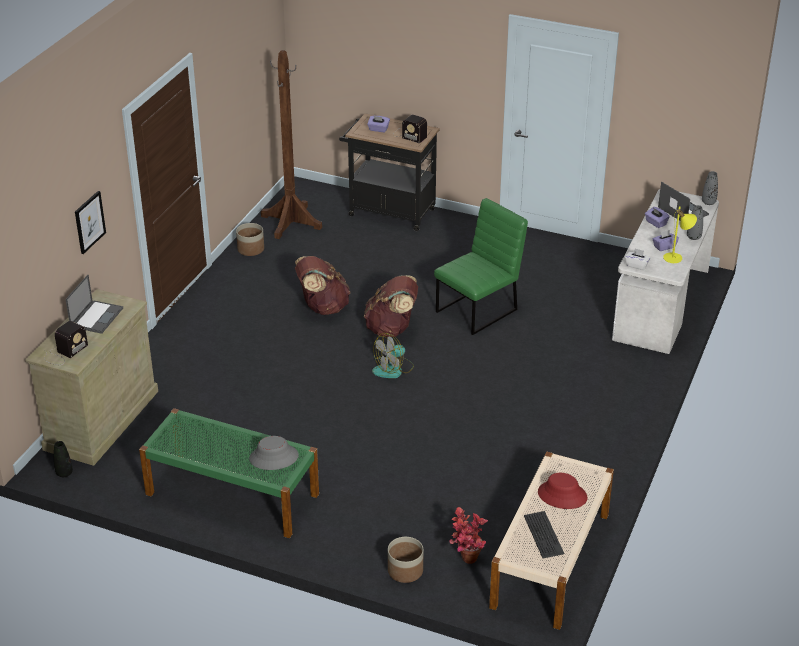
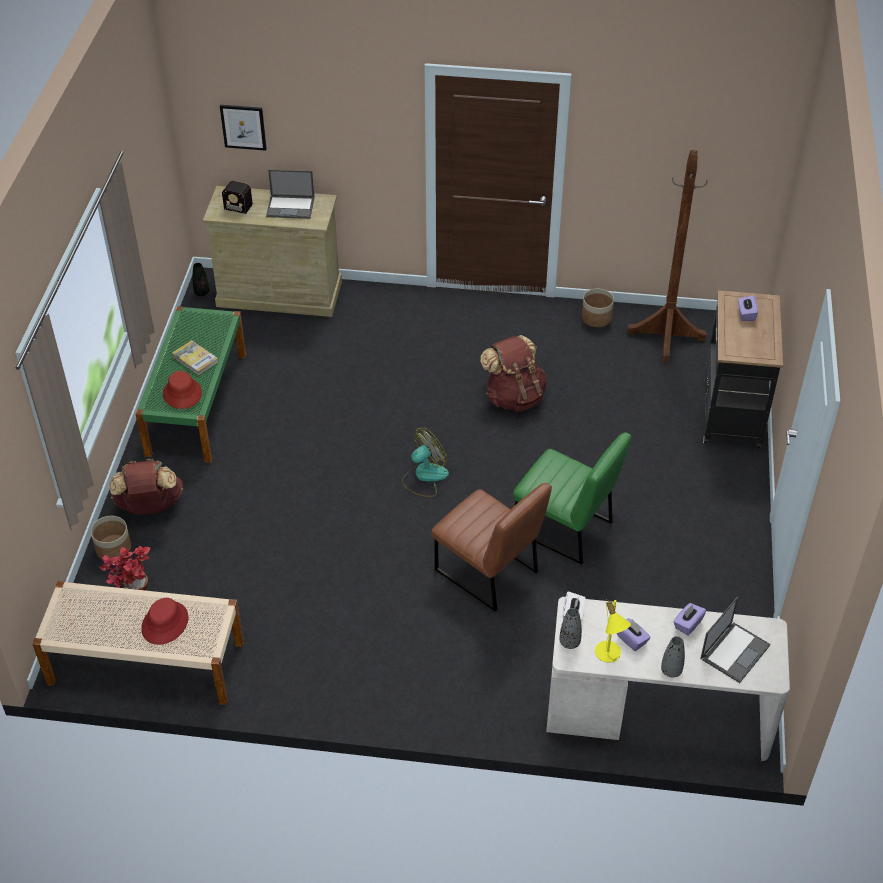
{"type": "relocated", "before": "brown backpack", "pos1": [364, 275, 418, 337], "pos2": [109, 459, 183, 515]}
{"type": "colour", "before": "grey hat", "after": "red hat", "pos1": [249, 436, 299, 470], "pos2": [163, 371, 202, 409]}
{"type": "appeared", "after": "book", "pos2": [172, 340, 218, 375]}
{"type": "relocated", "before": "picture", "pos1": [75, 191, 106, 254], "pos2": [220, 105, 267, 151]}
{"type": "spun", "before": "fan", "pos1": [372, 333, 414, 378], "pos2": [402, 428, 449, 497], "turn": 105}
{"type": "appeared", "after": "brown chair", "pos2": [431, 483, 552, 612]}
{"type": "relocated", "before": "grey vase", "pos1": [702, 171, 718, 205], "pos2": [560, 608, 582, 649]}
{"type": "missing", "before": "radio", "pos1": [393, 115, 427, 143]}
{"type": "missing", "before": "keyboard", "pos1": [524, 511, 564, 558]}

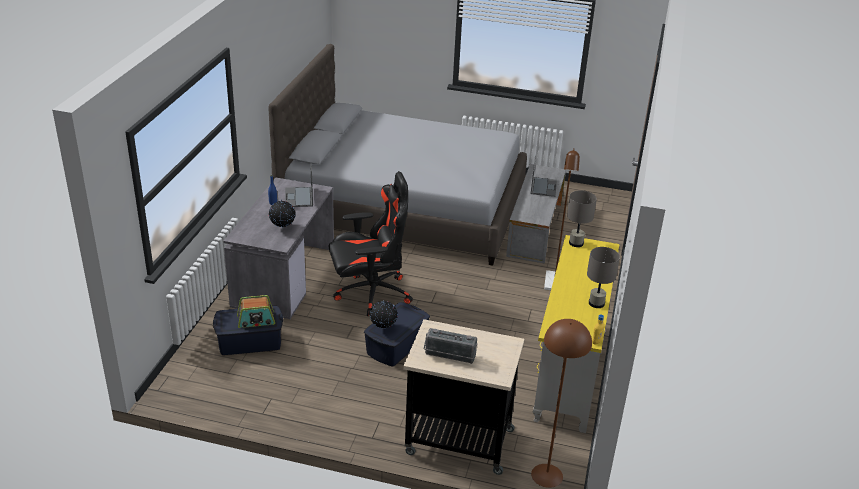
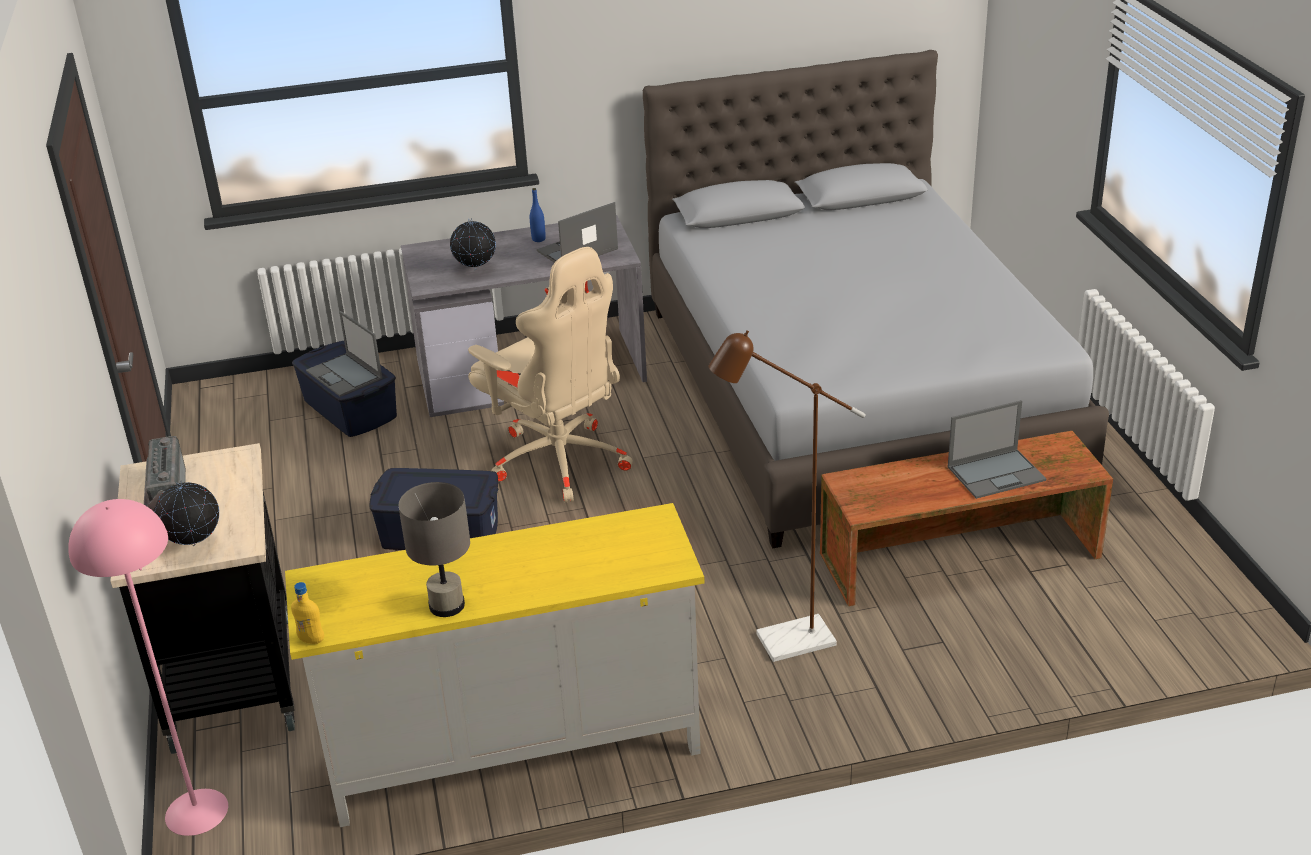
{"type": "colour", "before": "brown floor lamp", "after": "pink floor lamp", "pos1": [531, 319, 592, 488], "pos2": [68, 499, 228, 836]}
{"type": "relocated", "before": "globe", "pos1": [370, 300, 397, 328], "pos2": [154, 481, 219, 546]}
{"type": "exchanged", "before": "radio", "after": "laptop", "pos1": [237, 295, 275, 328], "pos2": [306, 311, 382, 397]}
{"type": "colour", "before": "black office chair", "after": "beige office chair", "pos1": [329, 171, 413, 316], "pos2": [468, 247, 633, 502]}
{"type": "colour", "before": "grey bench", "after": "brown bench", "pos1": [506, 164, 566, 264], "pos2": [820, 431, 1113, 606]}
{"type": "missing", "before": "grey table lamp", "pos1": [567, 190, 597, 247]}

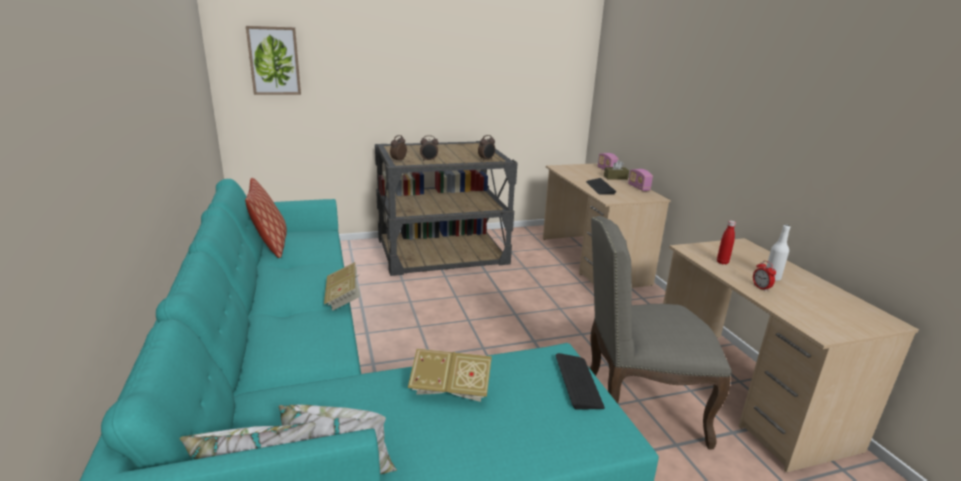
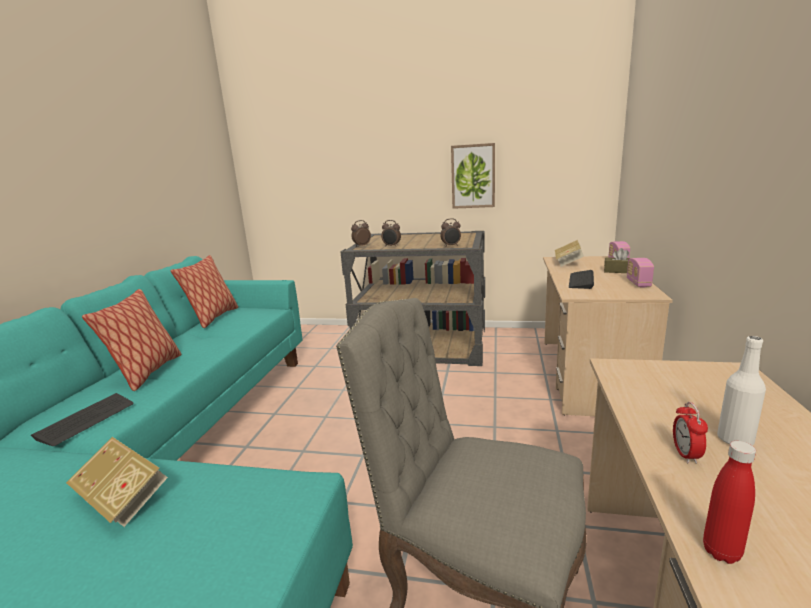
{"type": "relocated", "before": "keyboard", "pos1": [555, 353, 605, 410], "pos2": [31, 393, 134, 446]}
{"type": "appeared", "after": "pillow", "pos2": [82, 289, 182, 391]}
{"type": "relocated", "before": "picture", "pos1": [246, 26, 301, 95], "pos2": [451, 143, 495, 209]}
{"type": "relocated", "before": "book", "pos1": [324, 262, 361, 311], "pos2": [555, 240, 584, 267]}
{"type": "relocated", "before": "red bottle", "pos1": [717, 221, 736, 265], "pos2": [703, 441, 756, 564]}

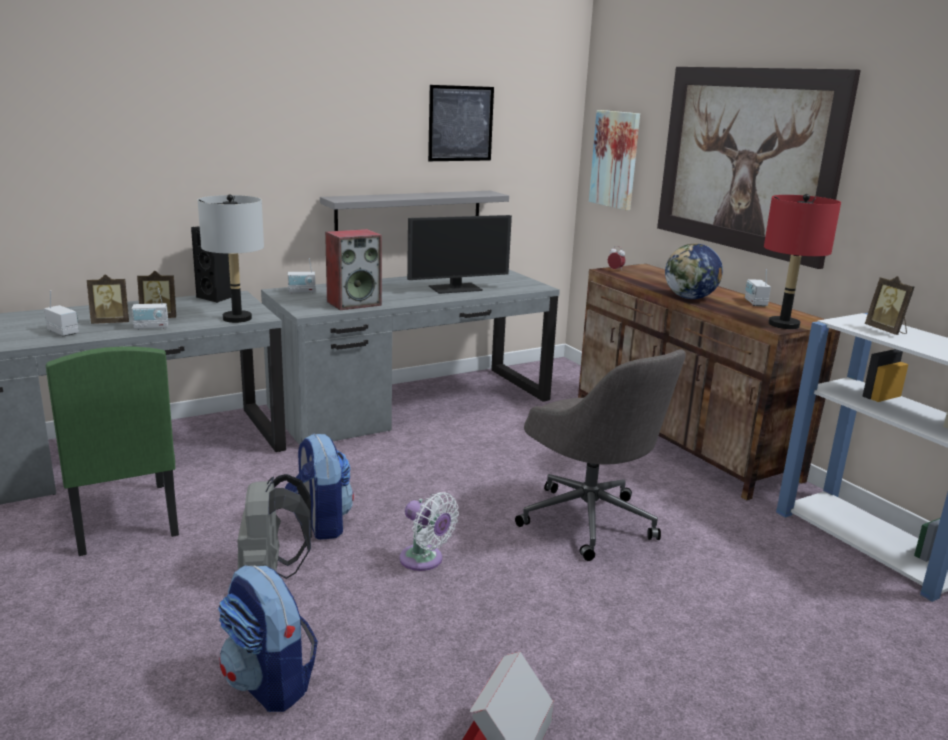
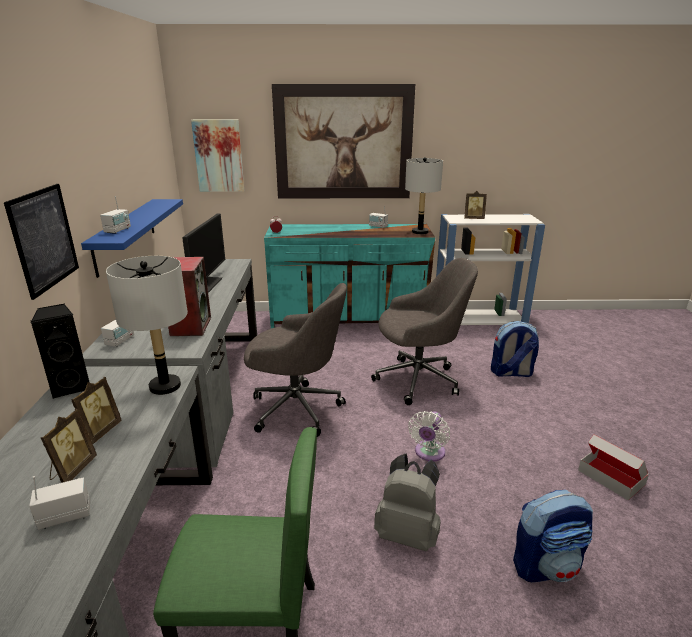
{"type": "relocated", "before": "picture", "pos1": [428, 85, 494, 161], "pos2": [4, 184, 79, 300]}
{"type": "colour", "before": "grey shelf", "after": "blue shelf", "pos1": [320, 191, 509, 231], "pos2": [81, 199, 183, 278]}
{"type": "relocated", "before": "radio", "pos1": [132, 288, 169, 330], "pos2": [100, 196, 131, 234]}
{"type": "appeared", "after": "grey office chair", "pos2": [244, 283, 347, 437]}
{"type": "colour", "before": "brown cabinet", "after": "turquoise cabinet", "pos1": [578, 264, 841, 500], "pos2": [264, 224, 435, 328]}
{"type": "colour", "before": "red table lamp", "after": "grey table lamp", "pos1": [764, 194, 841, 329], "pos2": [405, 157, 443, 234]}
{"type": "spun", "before": "white fan", "pos1": [399, 492, 459, 571], "pos2": [408, 411, 450, 461], "turn": 135}
{"type": "relocated", "before": "backpack", "pos1": [285, 433, 354, 540], "pos2": [491, 321, 539, 377]}
{"type": "missing", "before": "globe", "pos1": [665, 243, 723, 299]}

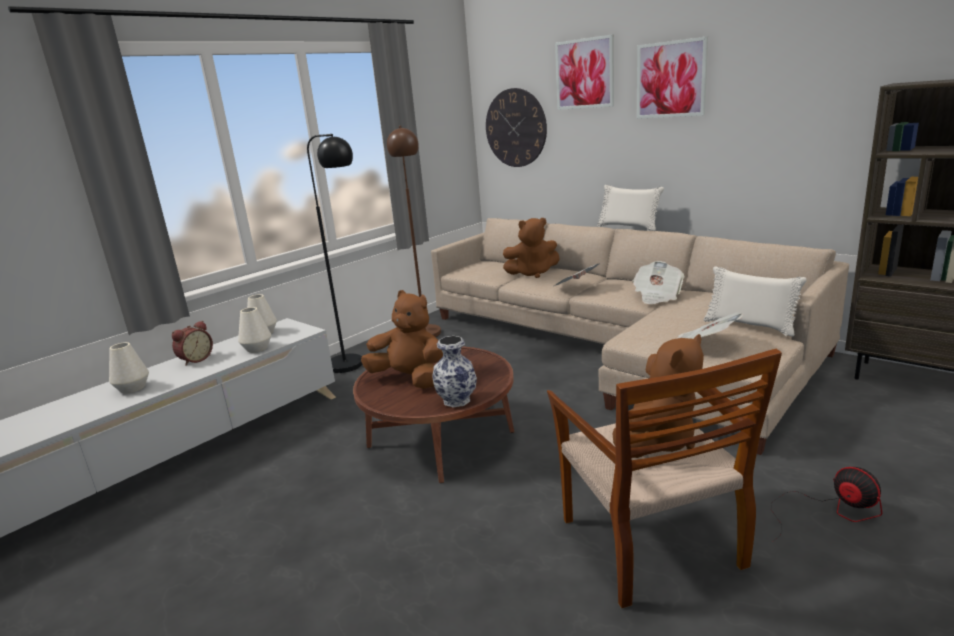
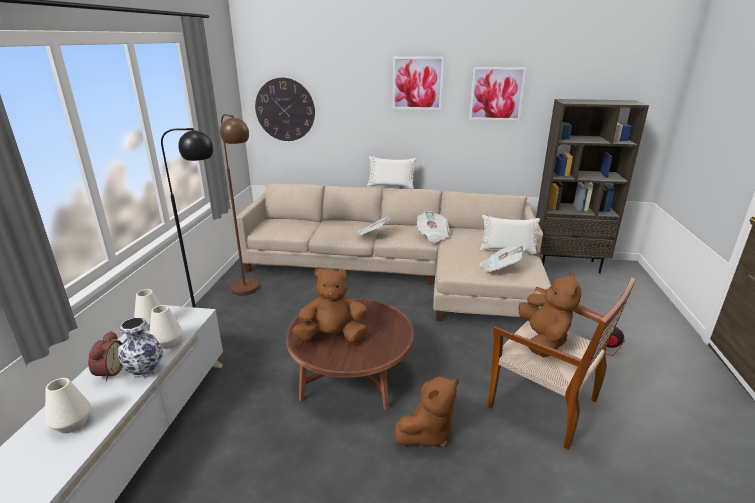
{"type": "relocated", "before": "vase", "pos1": [432, 336, 477, 407], "pos2": [118, 318, 163, 379]}
{"type": "relocated", "before": "brown plush toy", "pos1": [503, 218, 560, 278], "pos2": [394, 376, 459, 447]}
{"type": "relocated", "before": "picture", "pos1": [555, 34, 614, 110], "pos2": [469, 67, 526, 121]}

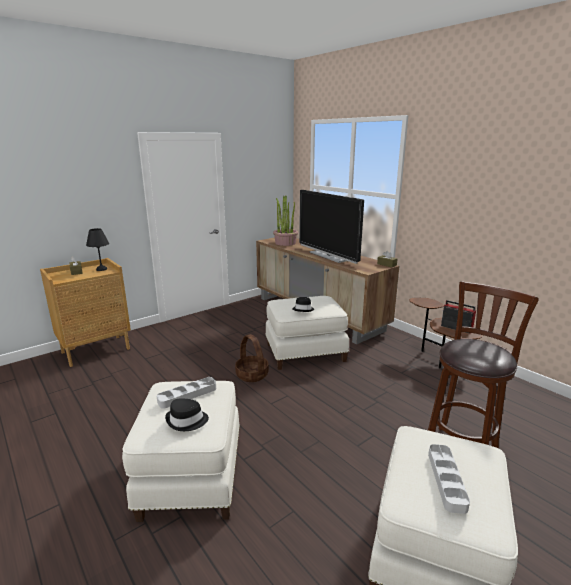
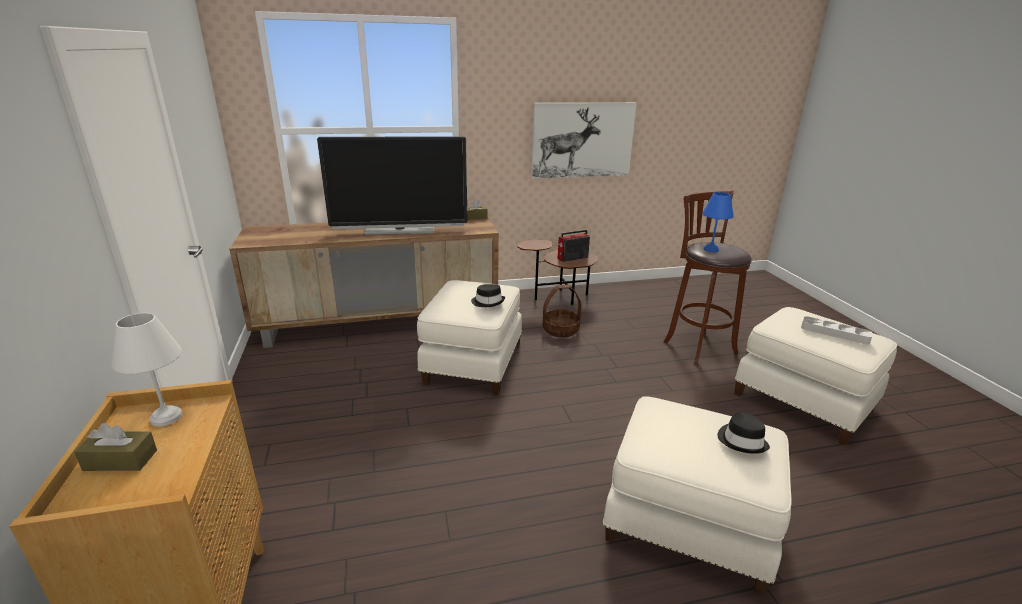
{"type": "colour", "before": "black table lamp", "after": "white table lamp", "pos1": [86, 228, 109, 271], "pos2": [111, 313, 183, 426]}
{"type": "appeared", "after": "picture", "pos2": [531, 103, 637, 179]}
{"type": "relocated", "before": "basket", "pos1": [235, 334, 269, 382], "pos2": [542, 284, 581, 338]}
{"type": "appeared", "after": "blue table lamp", "pos2": [702, 192, 734, 252]}
{"type": "missing", "before": "grey tray", "pos1": [157, 377, 216, 409]}
{"type": "missing", "before": "potted plant", "pos1": [273, 196, 298, 246]}

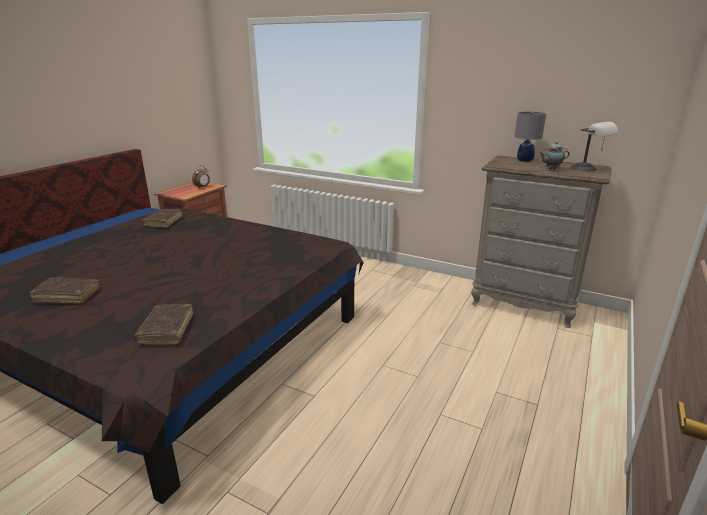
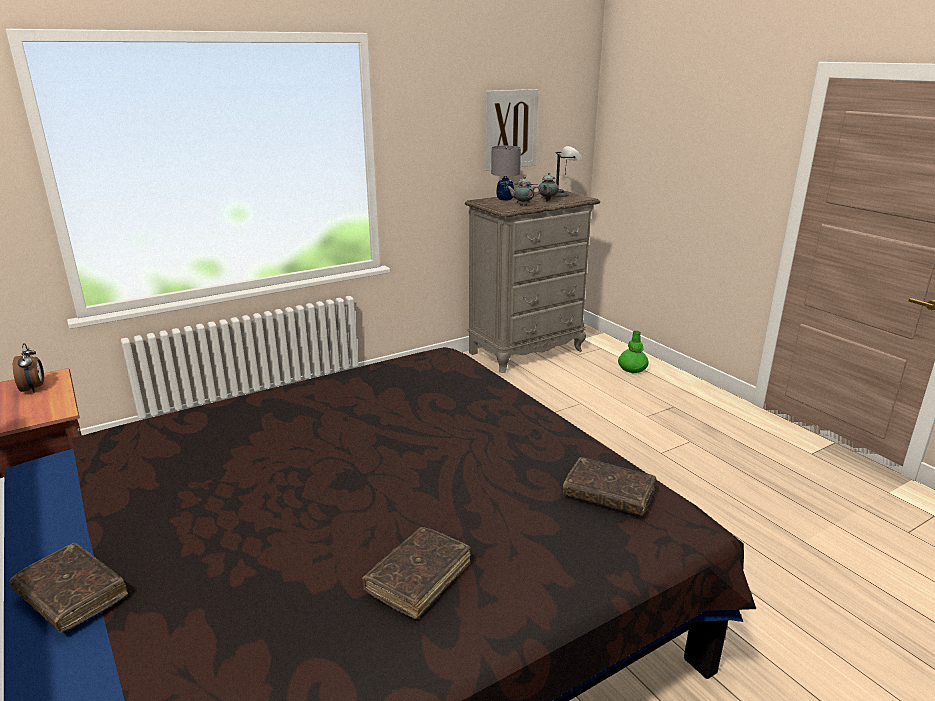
{"type": "relocated", "before": "brown book", "pos1": [142, 209, 182, 228], "pos2": [9, 543, 128, 633]}
{"type": "appeared", "after": "picture", "pos2": [485, 89, 539, 171]}
{"type": "appeared", "after": "teapot", "pos2": [506, 176, 541, 206]}
{"type": "appeared", "after": "green vase", "pos2": [618, 331, 649, 373]}

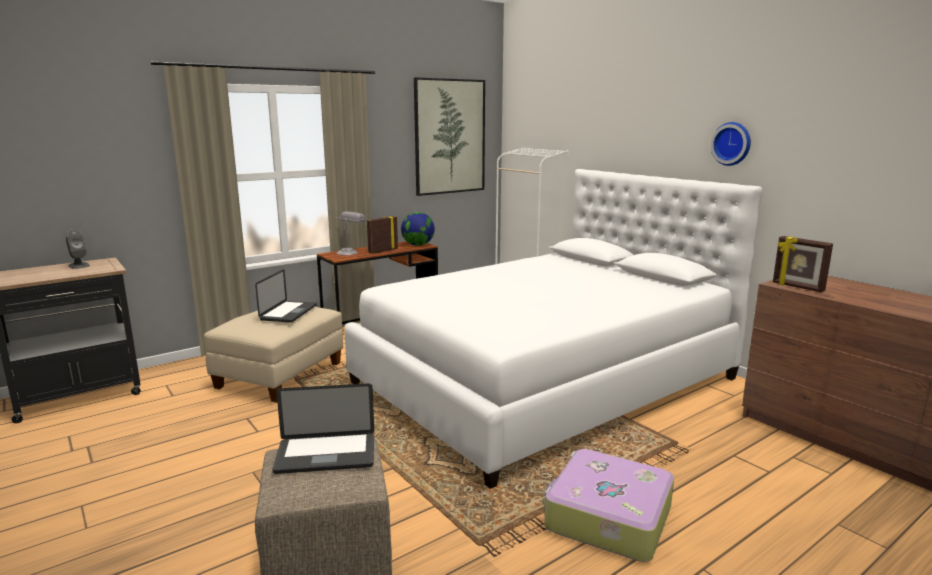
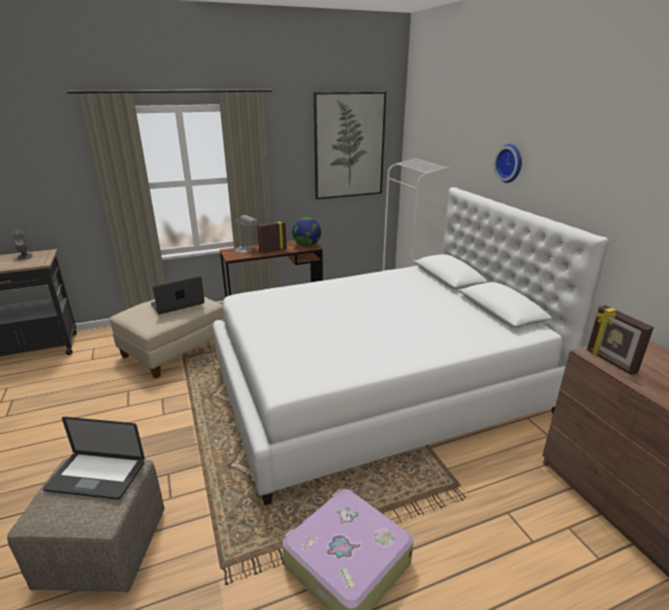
{"type": "spun", "before": "laptop", "pos1": [255, 269, 317, 323], "pos2": [151, 276, 205, 314], "turn": -150}
{"type": "relocated", "before": "wall clock", "pos1": [710, 122, 751, 166], "pos2": [494, 144, 522, 183]}

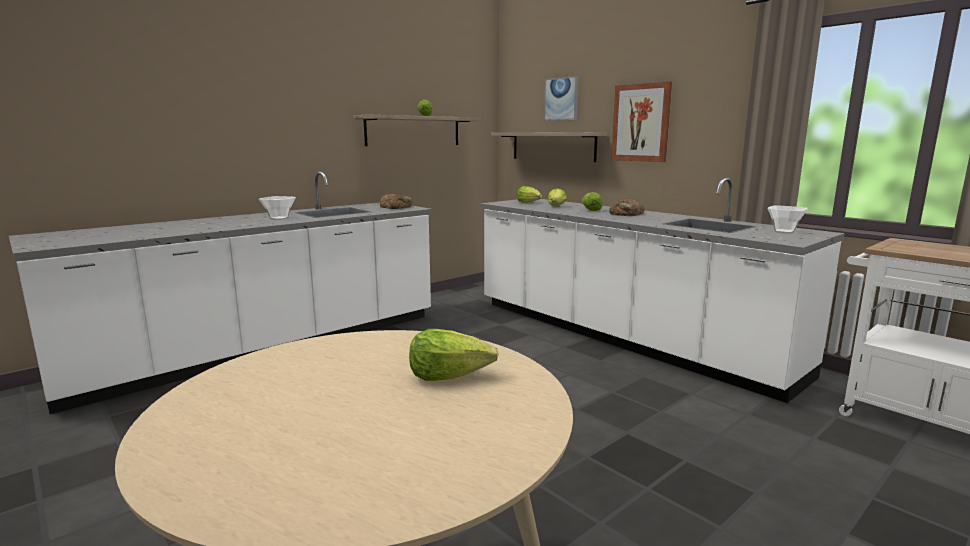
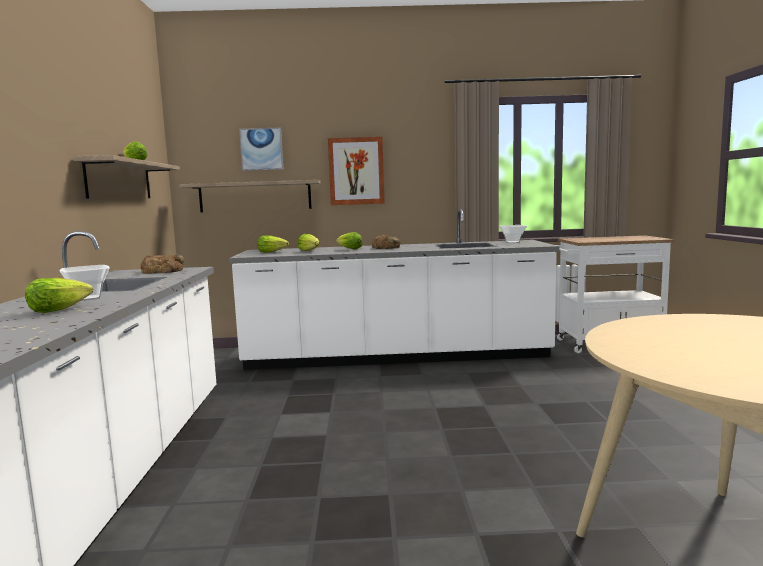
{"type": "relocated", "before": "lettuce", "pos1": [409, 329, 499, 381], "pos2": [25, 278, 93, 313]}

